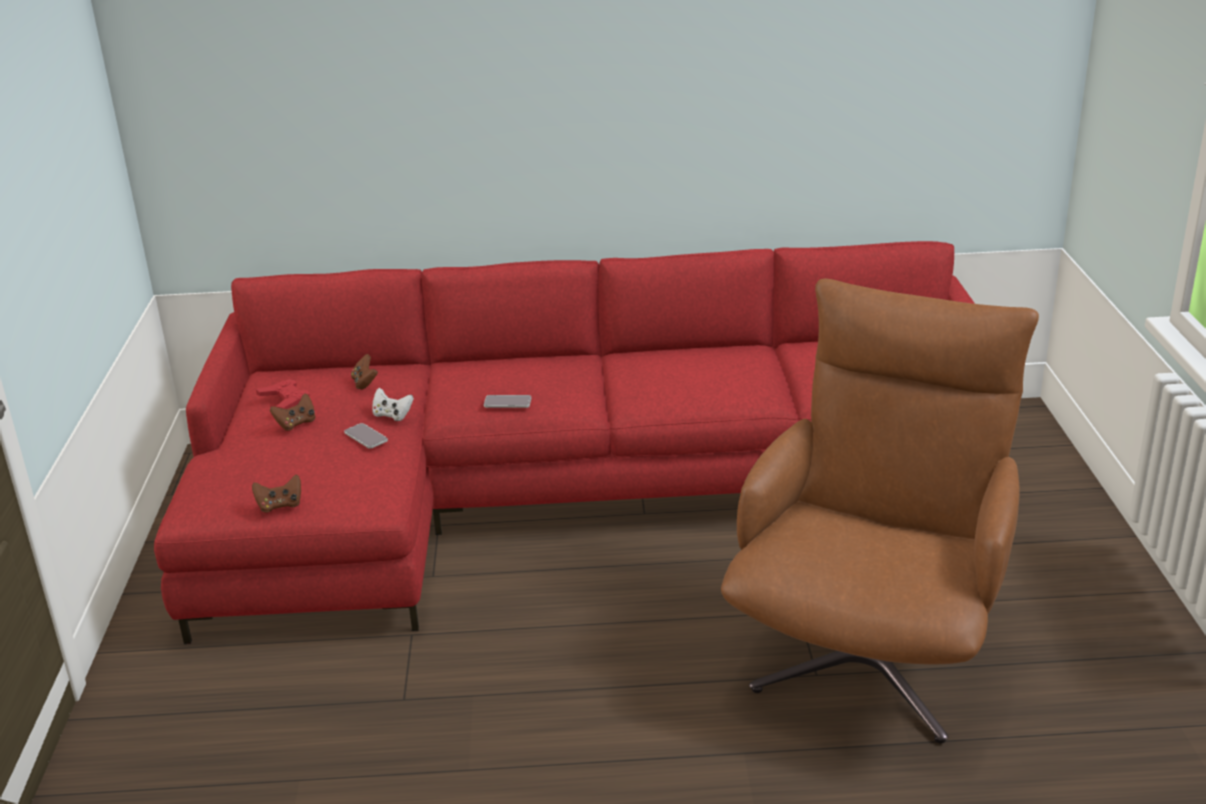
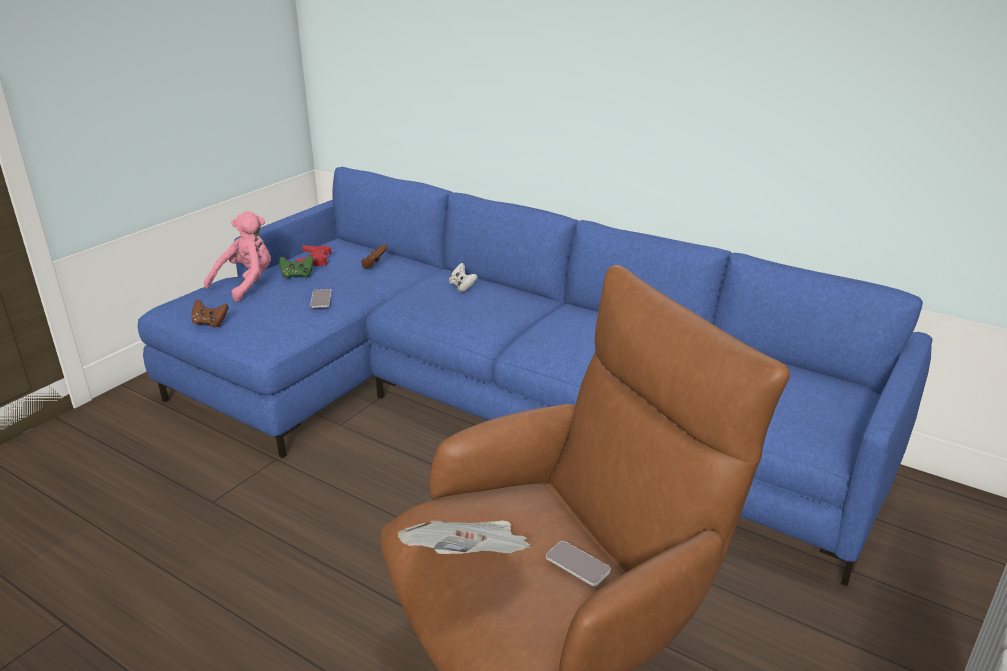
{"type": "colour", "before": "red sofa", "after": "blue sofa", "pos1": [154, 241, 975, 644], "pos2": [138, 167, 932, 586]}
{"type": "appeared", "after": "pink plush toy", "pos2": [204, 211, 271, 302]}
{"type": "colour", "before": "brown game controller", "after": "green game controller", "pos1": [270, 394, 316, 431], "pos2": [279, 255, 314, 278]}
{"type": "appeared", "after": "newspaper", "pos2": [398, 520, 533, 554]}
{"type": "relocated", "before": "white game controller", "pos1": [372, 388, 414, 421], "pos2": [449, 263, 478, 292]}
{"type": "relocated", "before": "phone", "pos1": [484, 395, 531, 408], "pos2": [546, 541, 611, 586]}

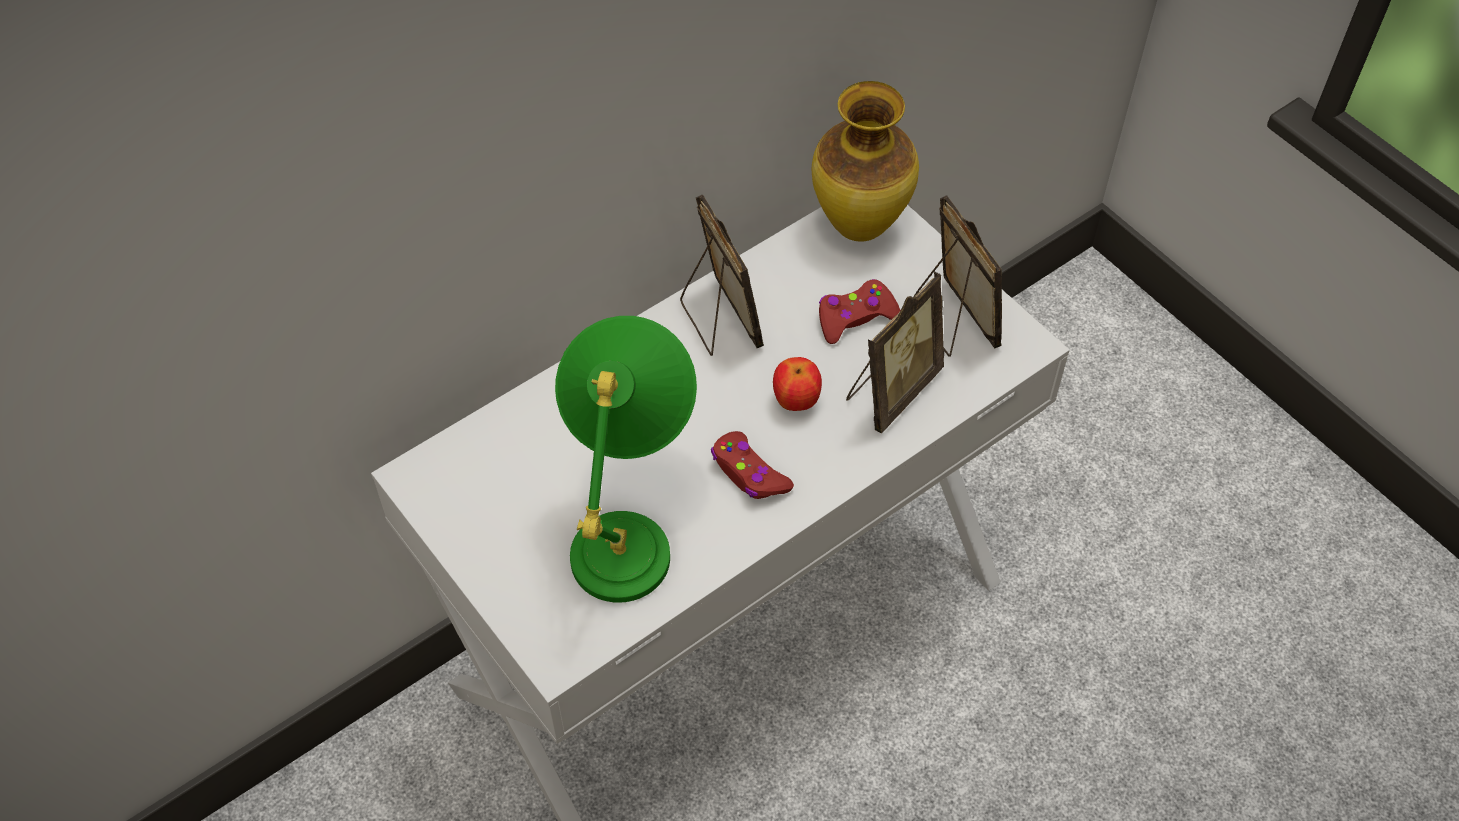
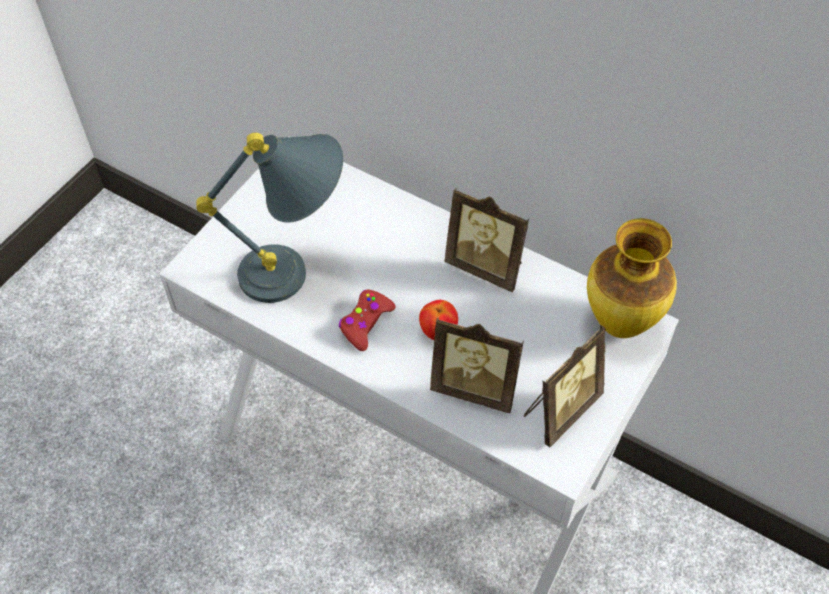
{"type": "colour", "before": "green table lamp", "after": "grey table lamp", "pos1": [555, 316, 697, 603], "pos2": [196, 132, 343, 303]}
{"type": "spun", "before": "picture frame", "pos1": [680, 195, 764, 356], "pos2": [444, 187, 529, 292], "turn": 75}
{"type": "missing", "before": "red game controller", "pos1": [819, 279, 901, 344]}

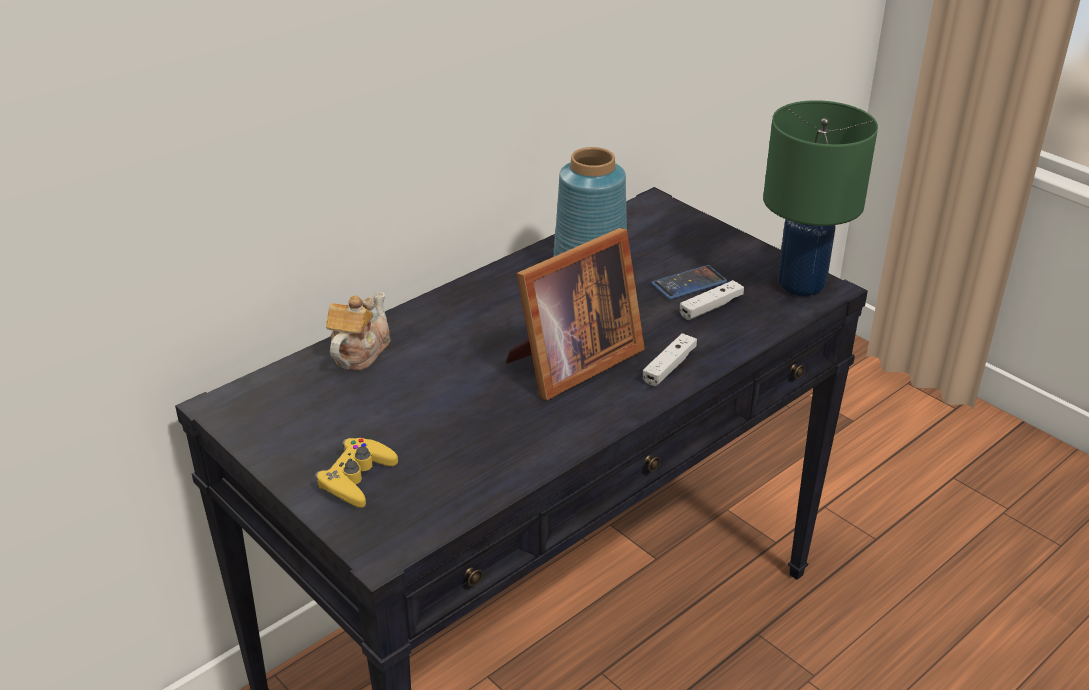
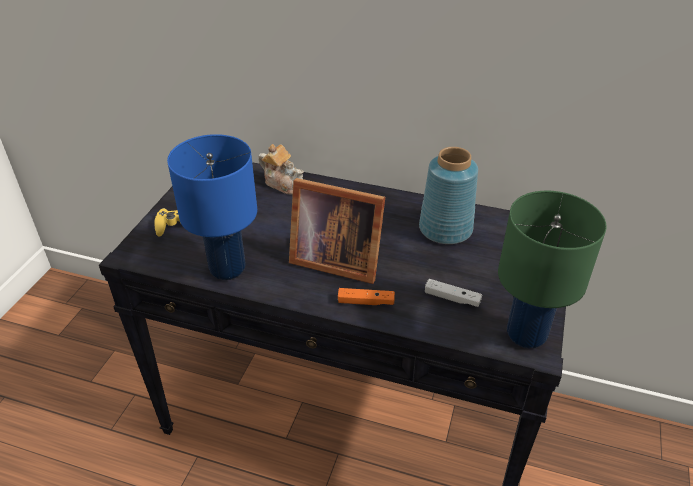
{"type": "appeared", "after": "blue table lamp", "pos2": [167, 134, 257, 280]}
{"type": "spun", "before": "teapot", "pos1": [326, 292, 390, 371], "pos2": [258, 144, 304, 195], "turn": 45}
{"type": "colour", "before": "white game controller", "after": "orange game controller", "pos1": [643, 333, 697, 386], "pos2": [338, 288, 395, 305]}
{"type": "missing", "before": "phone", "pos1": [651, 265, 727, 300]}

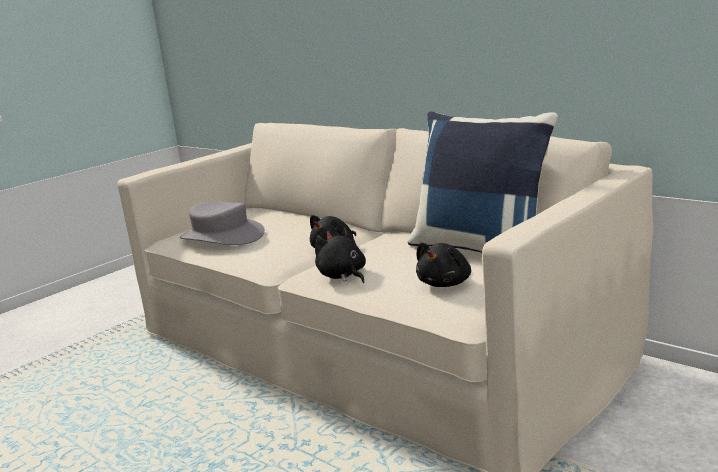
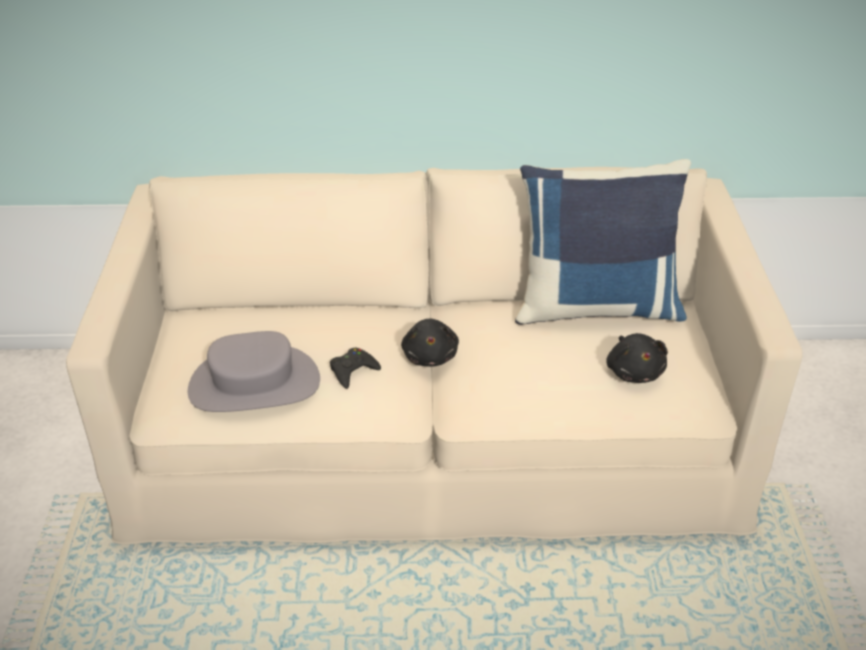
{"type": "appeared", "after": "black game controller", "pos2": [330, 347, 381, 389]}
{"type": "missing", "before": "black plush toy", "pos1": [315, 228, 366, 283]}

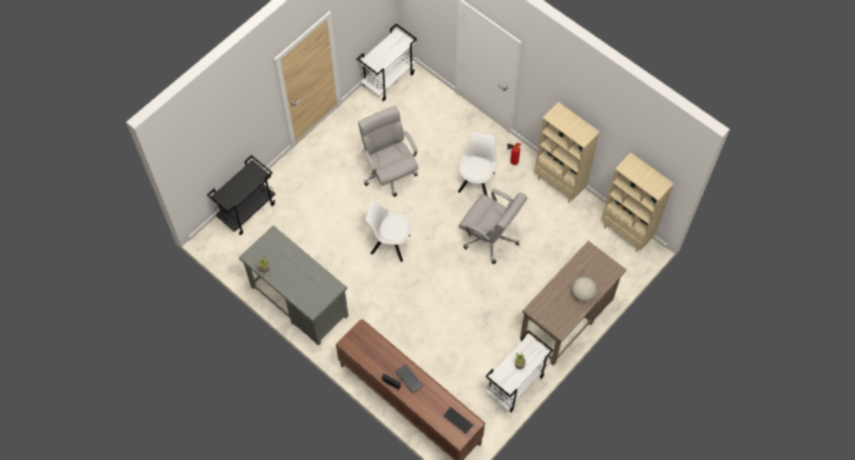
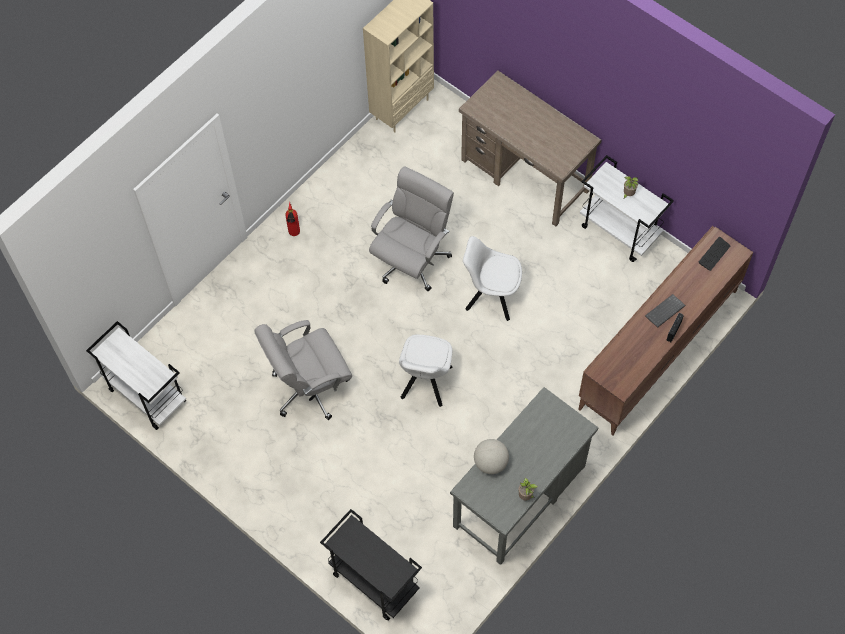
{"type": "relocated", "before": "white chair", "pos1": [458, 132, 497, 196], "pos2": [463, 236, 522, 321]}
{"type": "relocated", "before": "globe", "pos1": [572, 277, 597, 302], "pos2": [474, 439, 509, 474]}
{"type": "missing", "before": "beige bookcase", "pos1": [534, 102, 600, 203]}

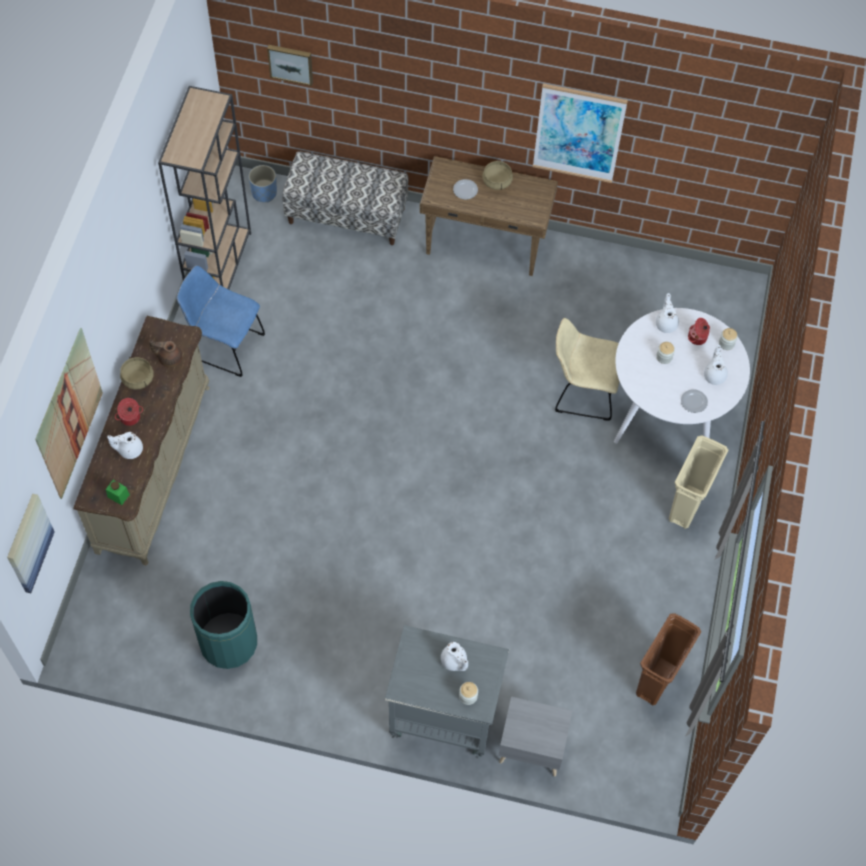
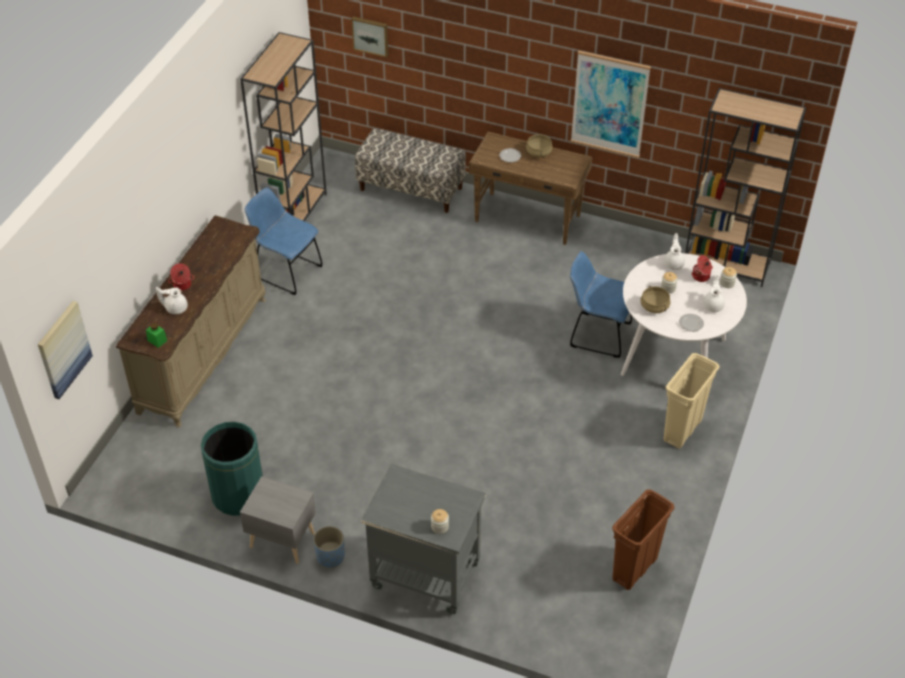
{"type": "relocated", "before": "grey nightstand", "pos1": [498, 696, 572, 776], "pos2": [240, 476, 316, 564]}
{"type": "relocated", "before": "blue planter", "pos1": [249, 165, 277, 202], "pos2": [313, 526, 345, 568]}
{"type": "colour", "before": "beige chair", "after": "blue chair", "pos1": [555, 318, 620, 421], "pos2": [570, 251, 632, 358]}
{"type": "relocated", "before": "beige cooking pot", "pos1": [120, 356, 154, 390], "pos2": [640, 286, 670, 313]}
{"type": "appeared", "after": "bookcase", "pos2": [685, 88, 806, 287]}
{"type": "missing", "before": "picture", "pos1": [35, 328, 103, 499]}
{"type": "missing", "before": "brown teapot", "pos1": [149, 339, 183, 368]}
{"type": "missing", "before": "white teapot", "pos1": [441, 642, 468, 671]}

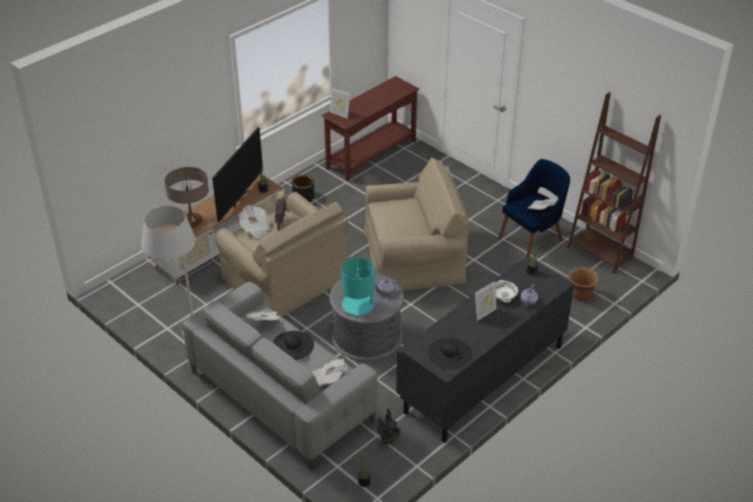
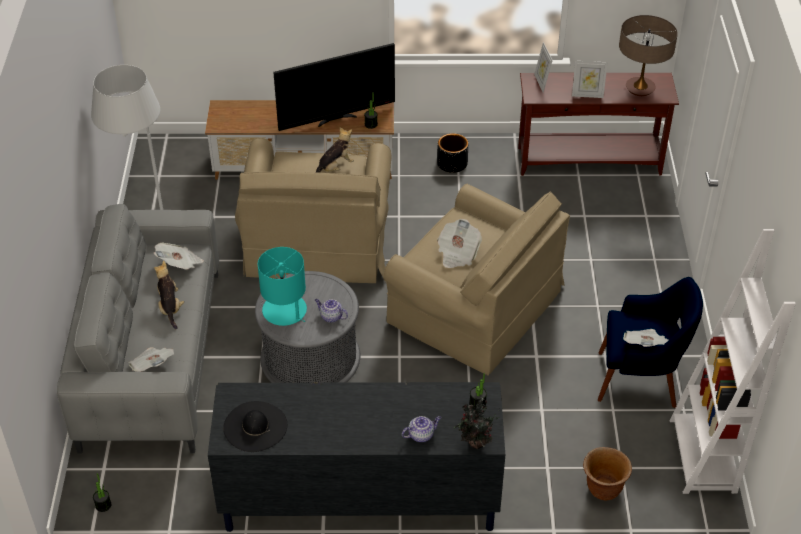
{"type": "exchanged", "before": "black hat", "after": "plush toy", "pos1": [273, 331, 314, 360], "pos2": [154, 261, 184, 329]}
{"type": "relocated", "before": "newspaper", "pos1": [239, 205, 270, 239], "pos2": [437, 219, 482, 268]}
{"type": "relocated", "before": "potted plant", "pos1": [377, 408, 401, 444], "pos2": [453, 397, 499, 449]}
{"type": "relocated", "before": "picture frame", "pos1": [475, 281, 497, 321], "pos2": [572, 61, 608, 98]}
{"type": "relocated", "before": "table lamp", "pos1": [165, 167, 209, 228], "pos2": [619, 15, 678, 96]}
{"type": "colour", "before": "brown bookcase", "after": "white bookcase", "pos1": [567, 92, 661, 274], "pos2": [669, 229, 796, 494]}
{"type": "missing", "before": "white bowl", "pos1": [495, 280, 518, 302]}

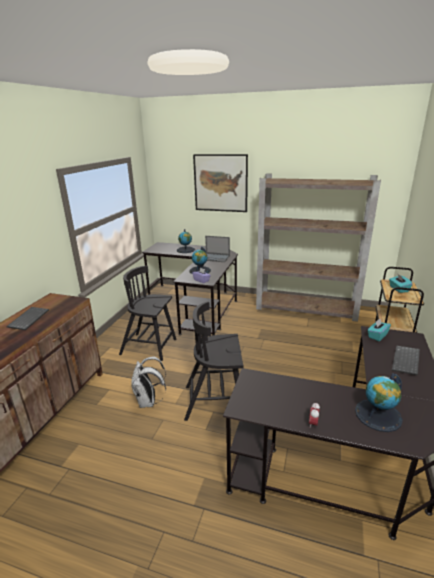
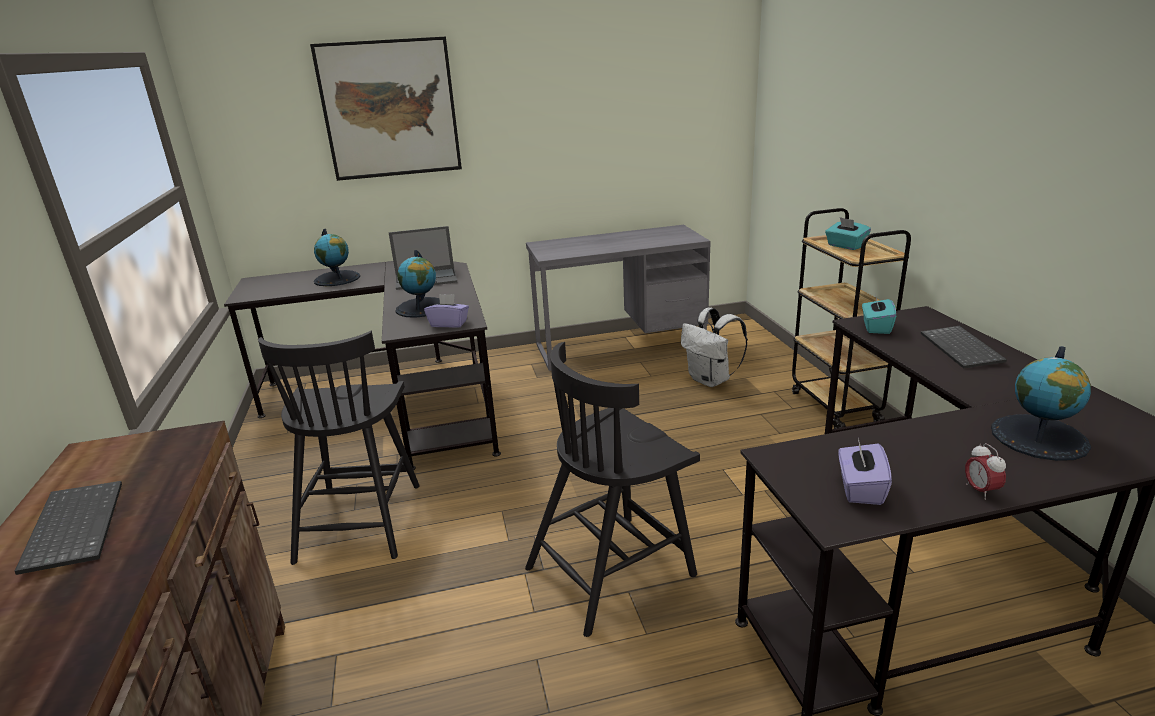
{"type": "spun", "before": "black chair", "pos1": [119, 266, 177, 361], "pos2": [258, 330, 420, 565], "turn": -75}
{"type": "exchanged", "before": "brown bookcase", "after": "grey desk", "pos1": [256, 173, 381, 322], "pos2": [526, 225, 711, 371]}
{"type": "relocated", "before": "white backpack", "pos1": [131, 357, 166, 408], "pos2": [681, 307, 748, 387]}
{"type": "appeared", "after": "purple tissue box", "pos2": [838, 438, 892, 505]}

